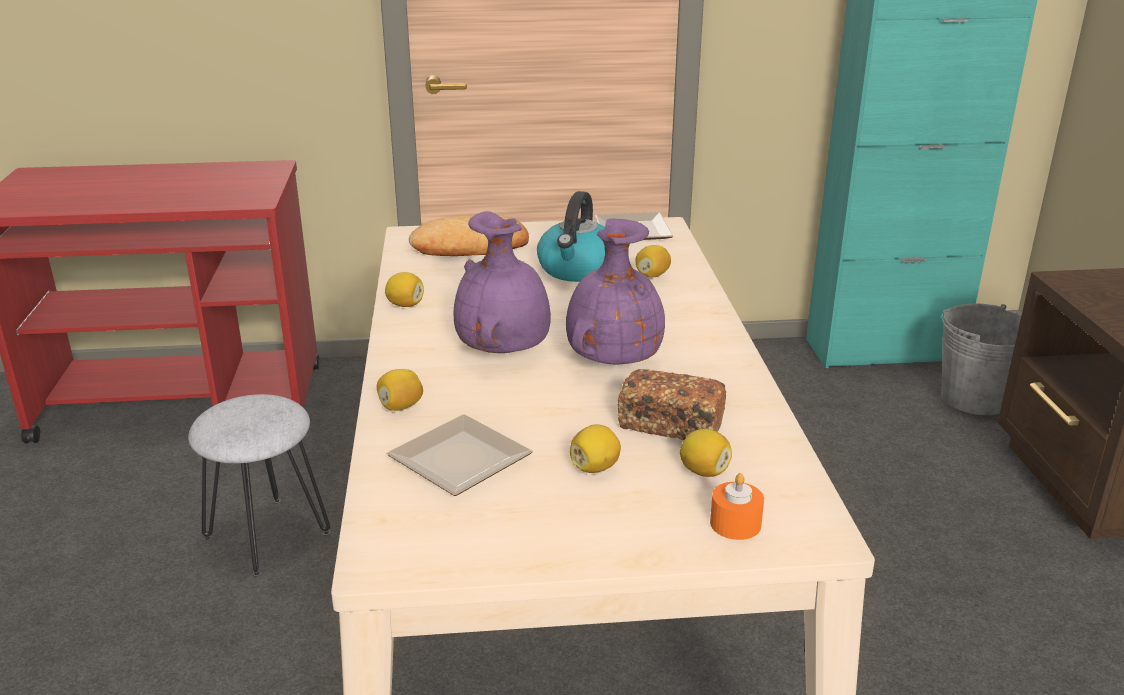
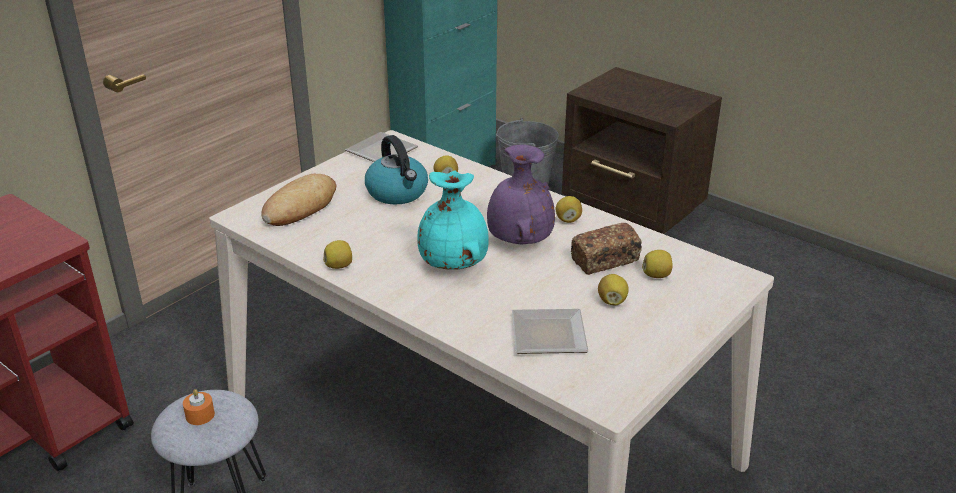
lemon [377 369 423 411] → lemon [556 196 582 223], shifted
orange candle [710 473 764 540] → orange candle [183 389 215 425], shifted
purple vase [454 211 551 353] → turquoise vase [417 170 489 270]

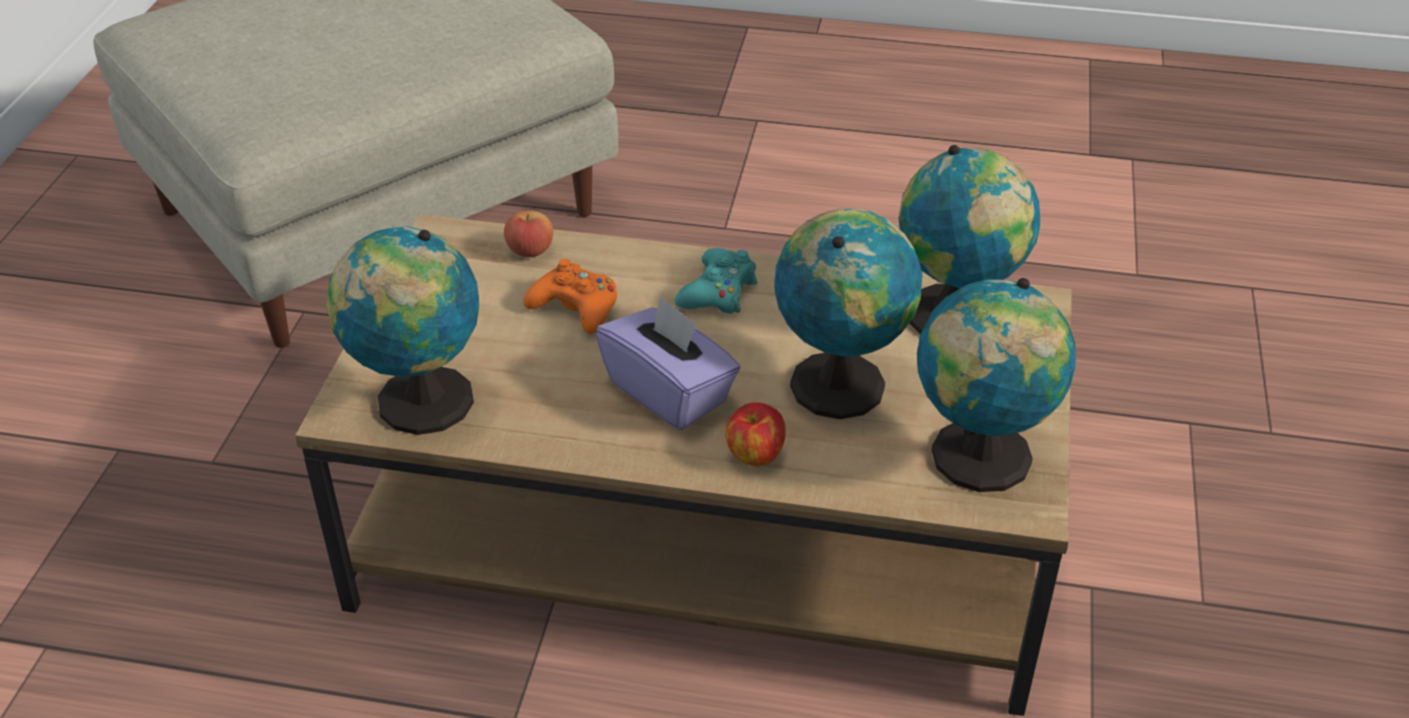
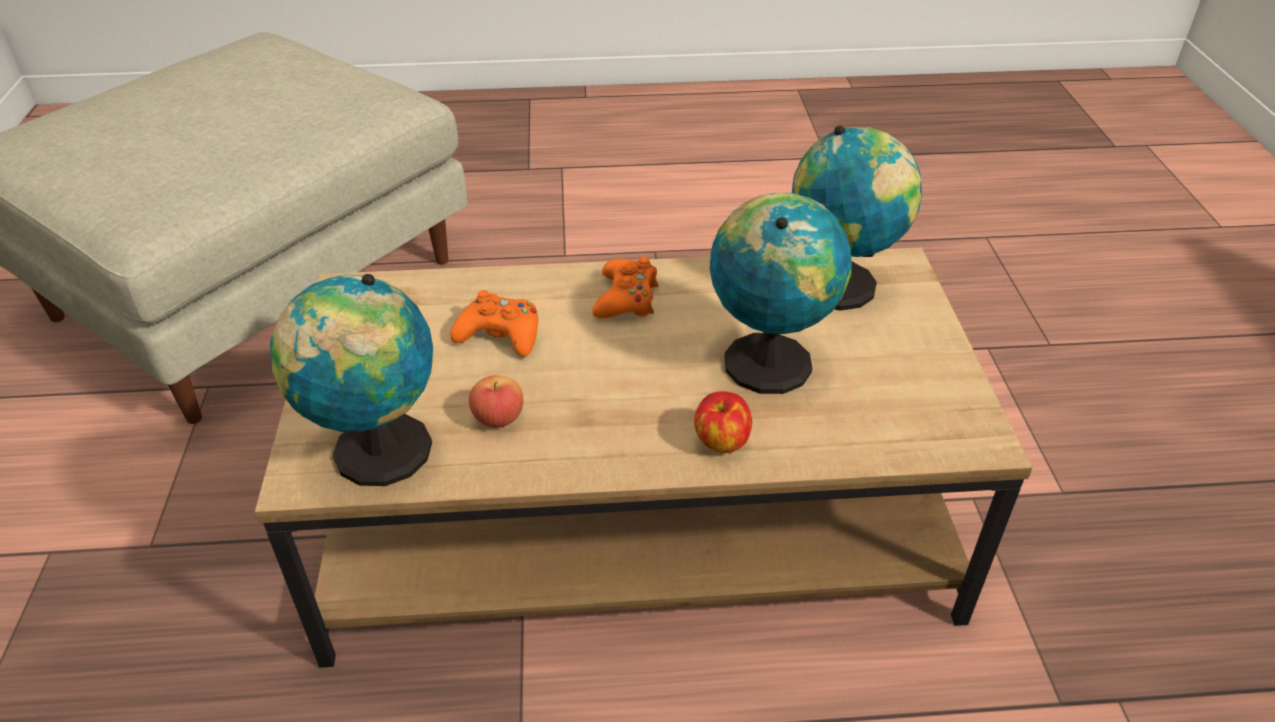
purple tissue box [595 295 741 430] → -
globe [917 278 1076 492] → -
apple [504 210 553 257] → apple [469 375 524 427], shifted
turquoise game controller [675 248 757 314] → orange game controller [592 257 659 318]

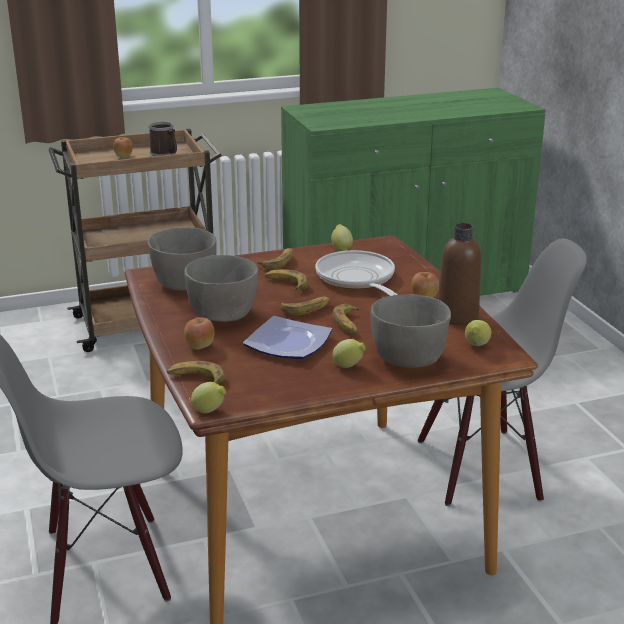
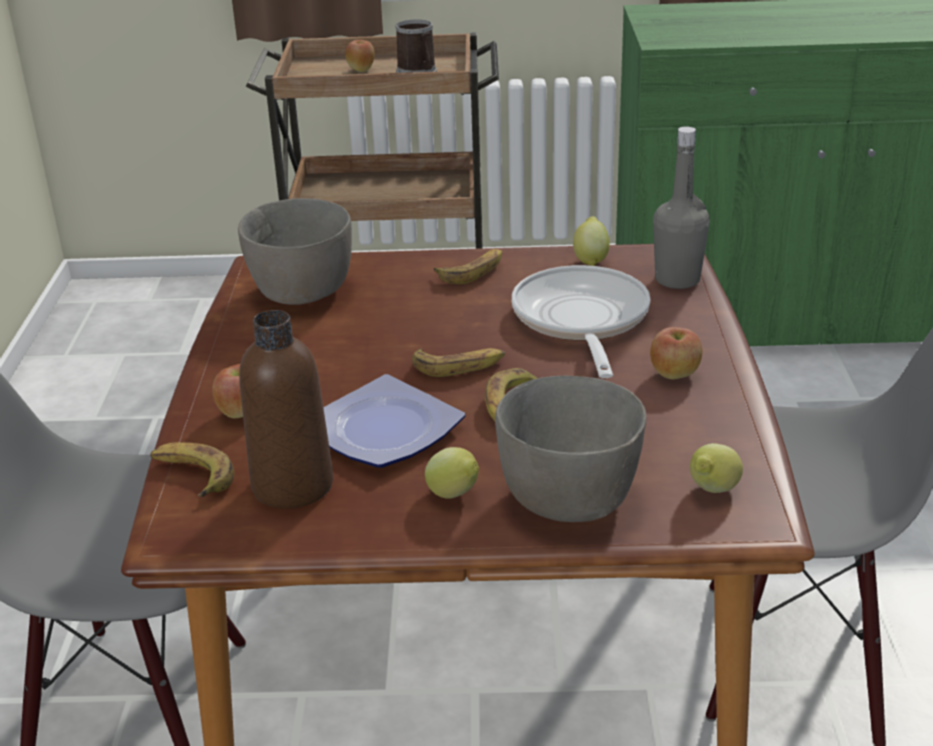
grey bowl [184 255 258 322] → -
lemon [191 382 226 413] → -
banana [265 269 309 290] → -
- → grey bottle [653 126 710 289]
brown bottle [438 223 481 325] → brown bottle [239 310 333 509], shifted

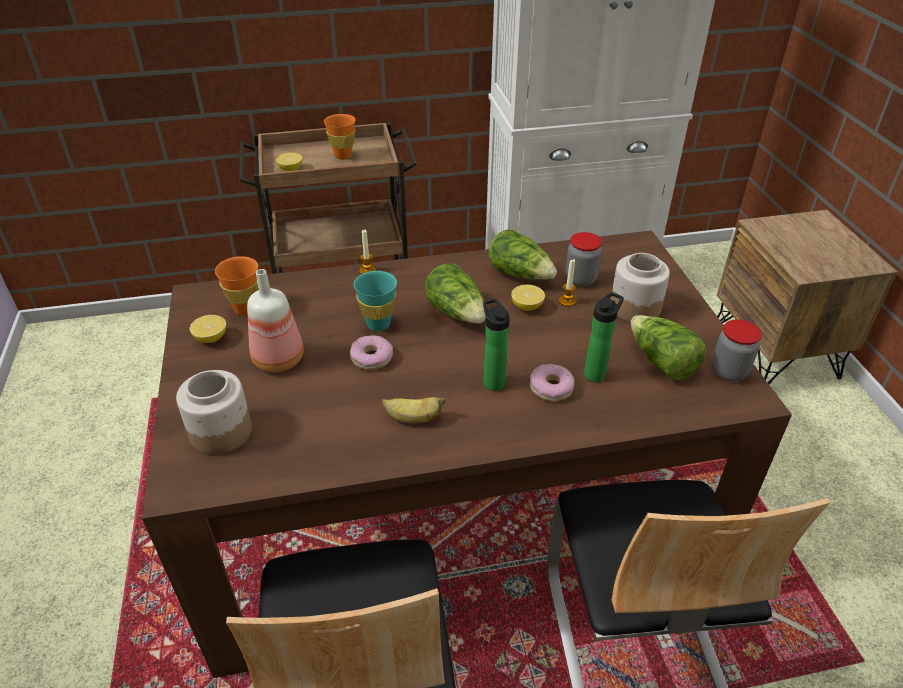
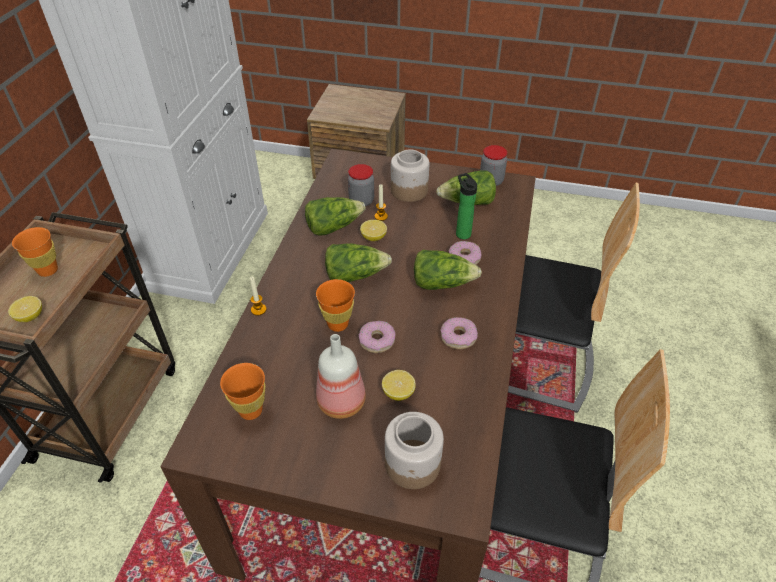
lemon [190 315 226 343] → lemon [382 370 416 401], shifted
banana [382 397 445 423] → donut [440 317 478 349]
bottle [483 299 510 391] → lettuce [414 250 482 290]
turquoise cup [354 271 397 331] → orange cup [316 279 355 332]

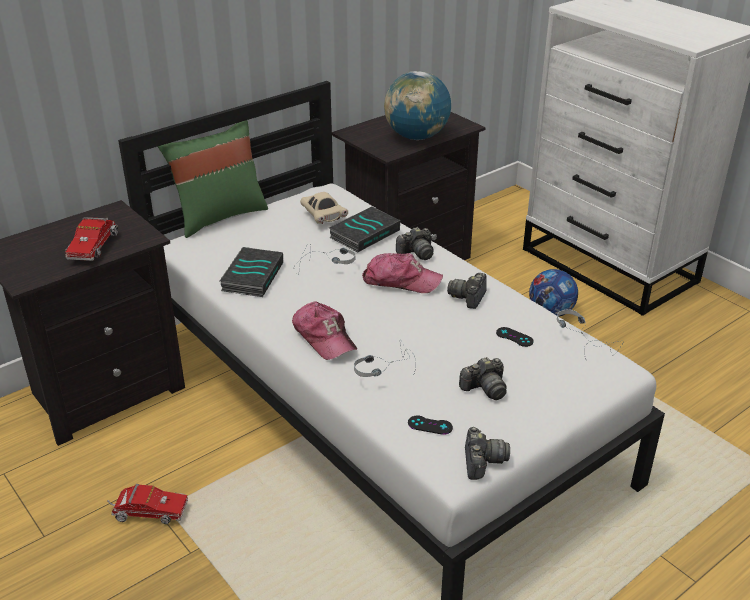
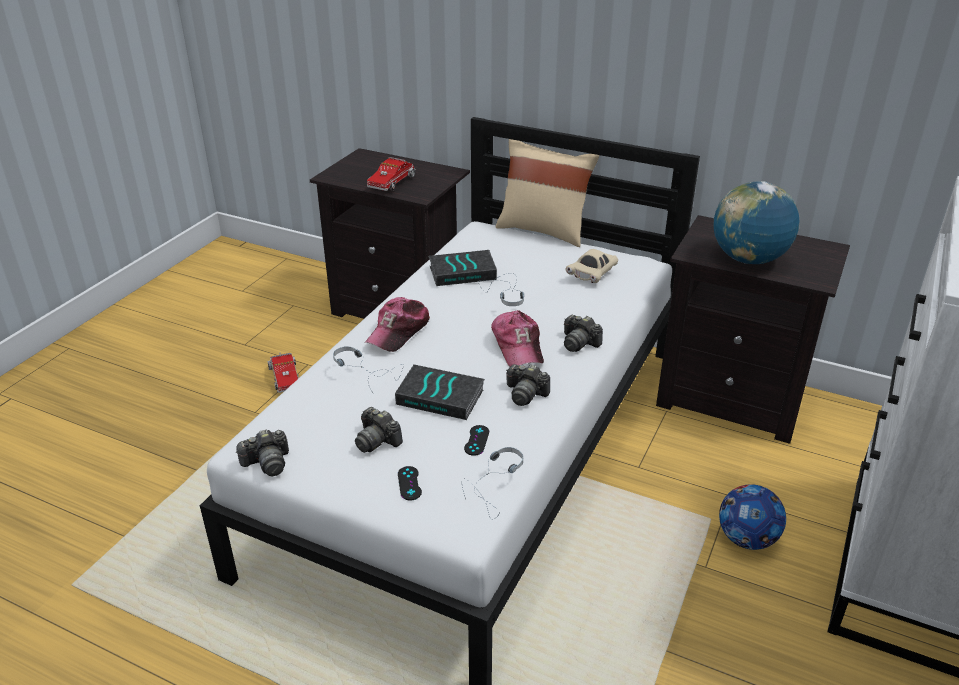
book [329 207 400 252] → book [395 364 485 420], shifted
black game controller [408 416 453 435] → black game controller [398 466 422 500], shifted
green pillow [158 120 268 238] → beige pillow [495 139 599 247]
toy truck [65 217 118 261] → toy truck [367 157 416 191], 45 degrees counterclockwise
photo camera [447 273 487 309] → photo camera [506 364 550 406], 150 degrees counterclockwise

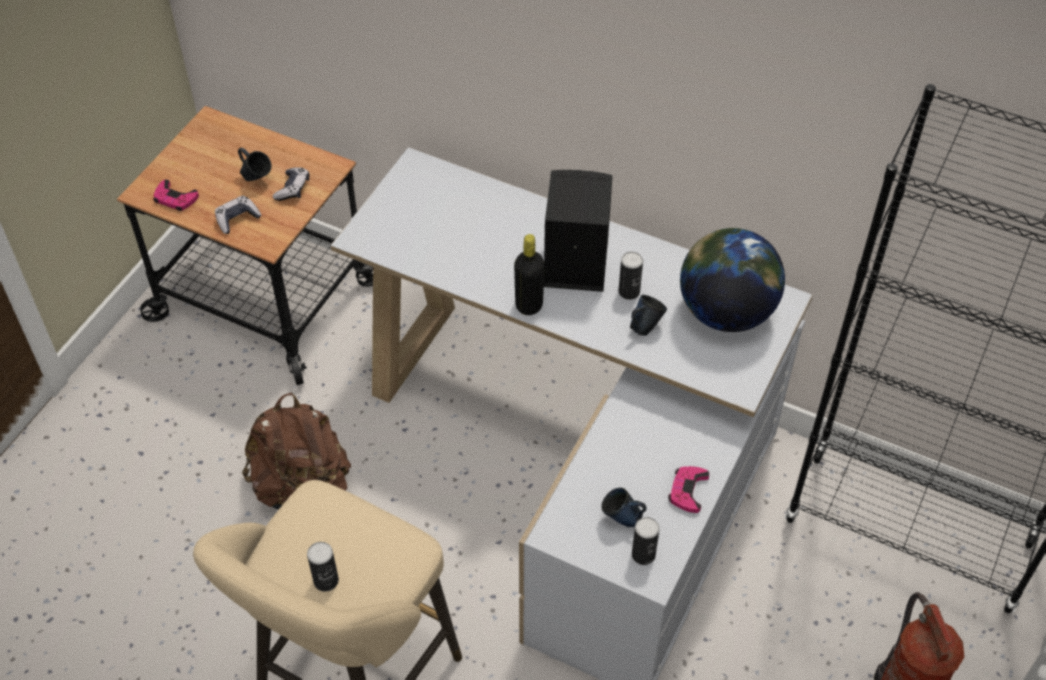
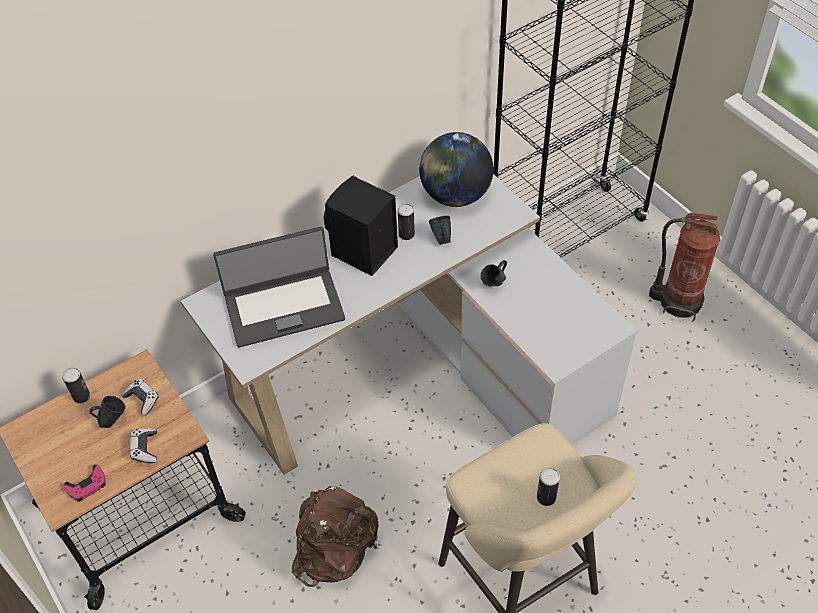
black bottle [514 234 545 315] → -
pink game controller [668 466 709 513] → -
- → laptop [213 227 345 348]
blue mug [601 488 647 527] → blue mug [481 260 507 286], shifted
can [632 517 660 565] → can [62 368 90 404], shifted

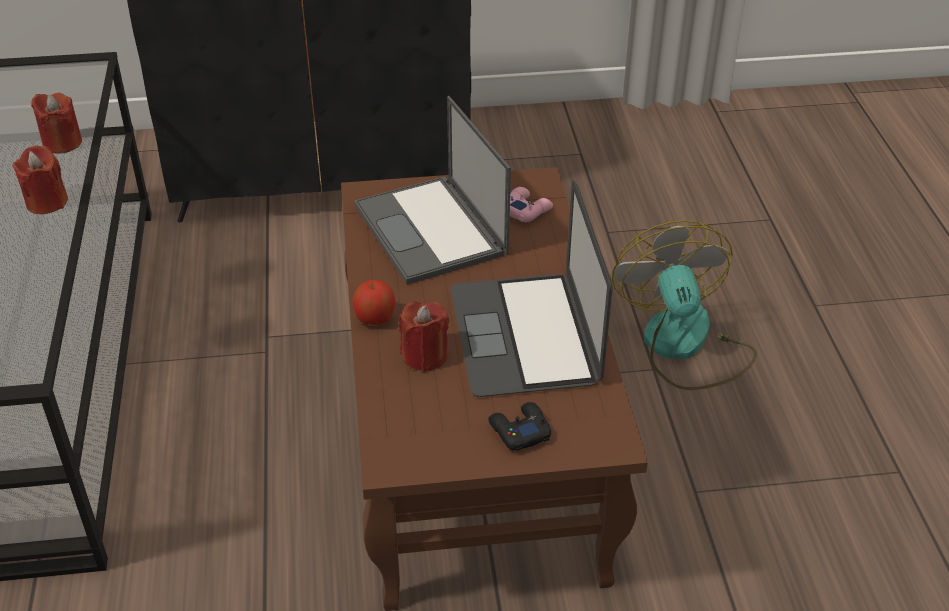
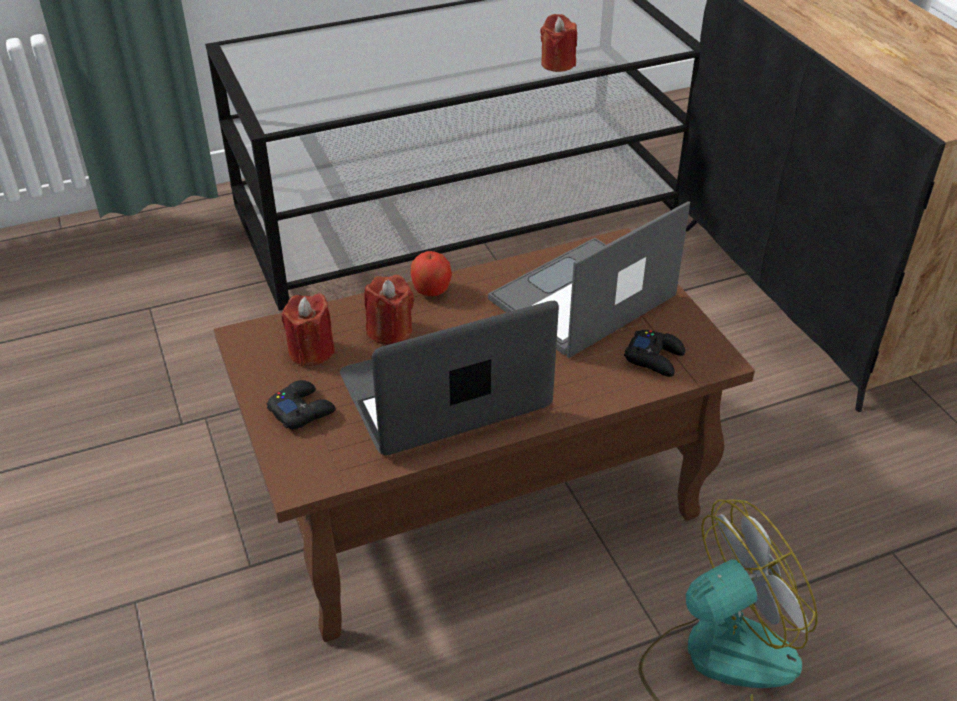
red candle [13 145 68 214] → red candle [282 293 335 367], shifted
pink game controller [510 187 553 222] → black game controller [624 330 685 377]

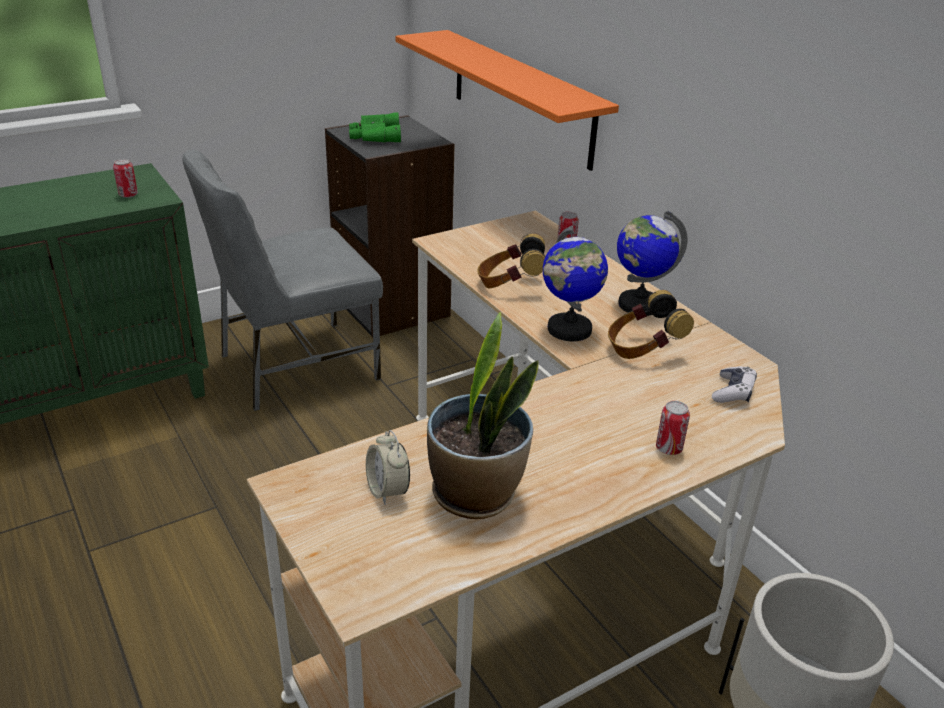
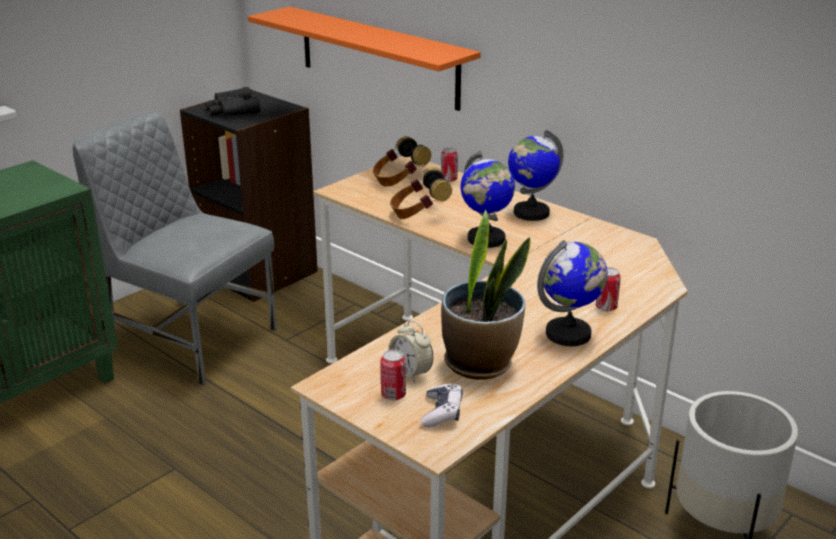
- → globe [537 240 608 346]
can [113 159 138 198] → can [380 350 406 400], shifted
headphones [608 290 694 359] → headphones [373 136 431 187], shifted
game controller [712 366 757 403] → game controller [421 383 463 427], shifted
green binoculars [349 113 401 142] → black binoculars [205 87 261 116]
grey chair [182 150 383 411] → grey chair [73 111 277 386], 75 degrees clockwise

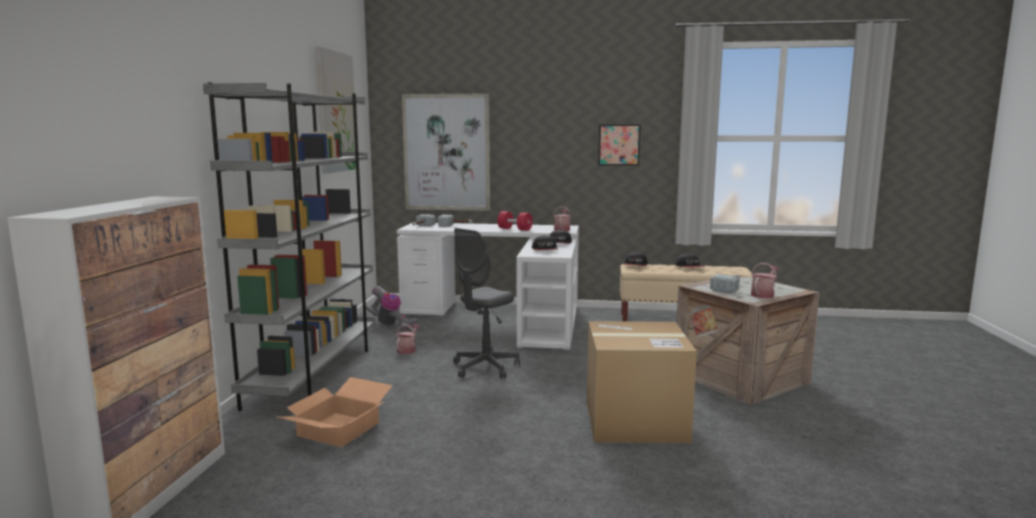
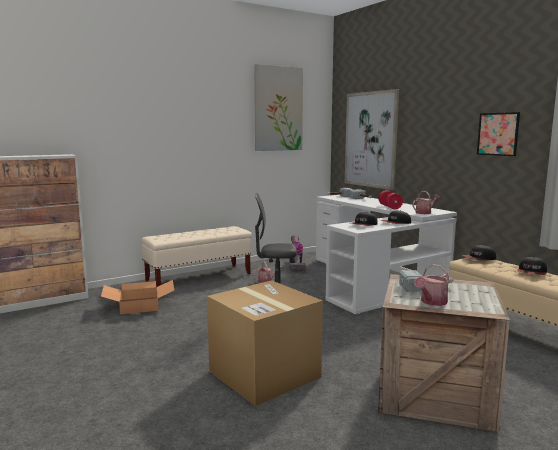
grey bookcase [203 82 375 411] → beige bench [141 226 252 287]
watering can [751 263 779 298] → watering can [414 264 450 306], 135 degrees clockwise

